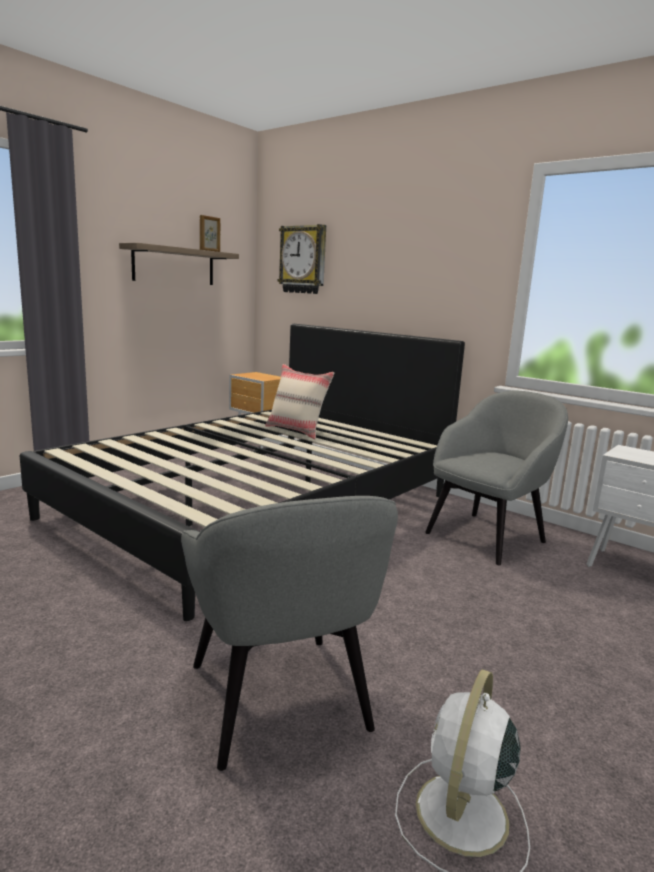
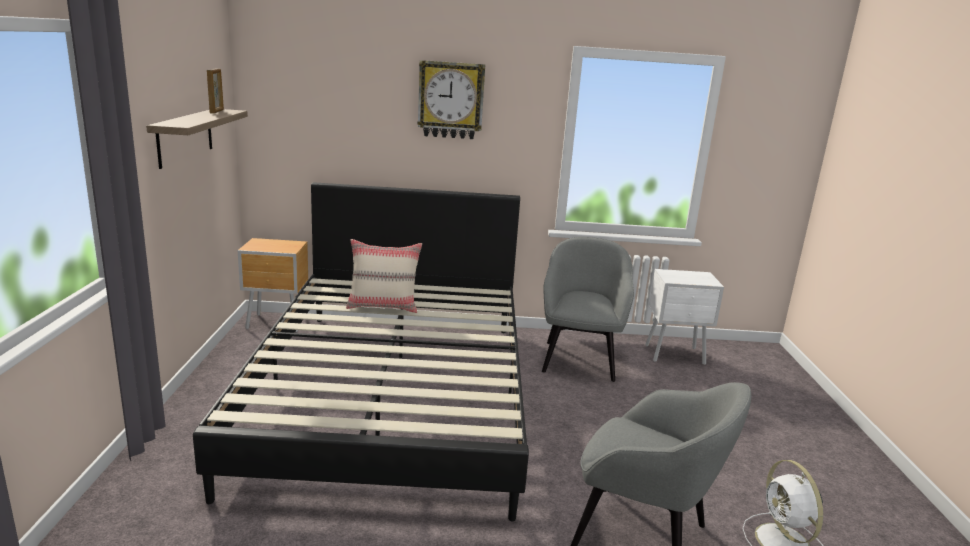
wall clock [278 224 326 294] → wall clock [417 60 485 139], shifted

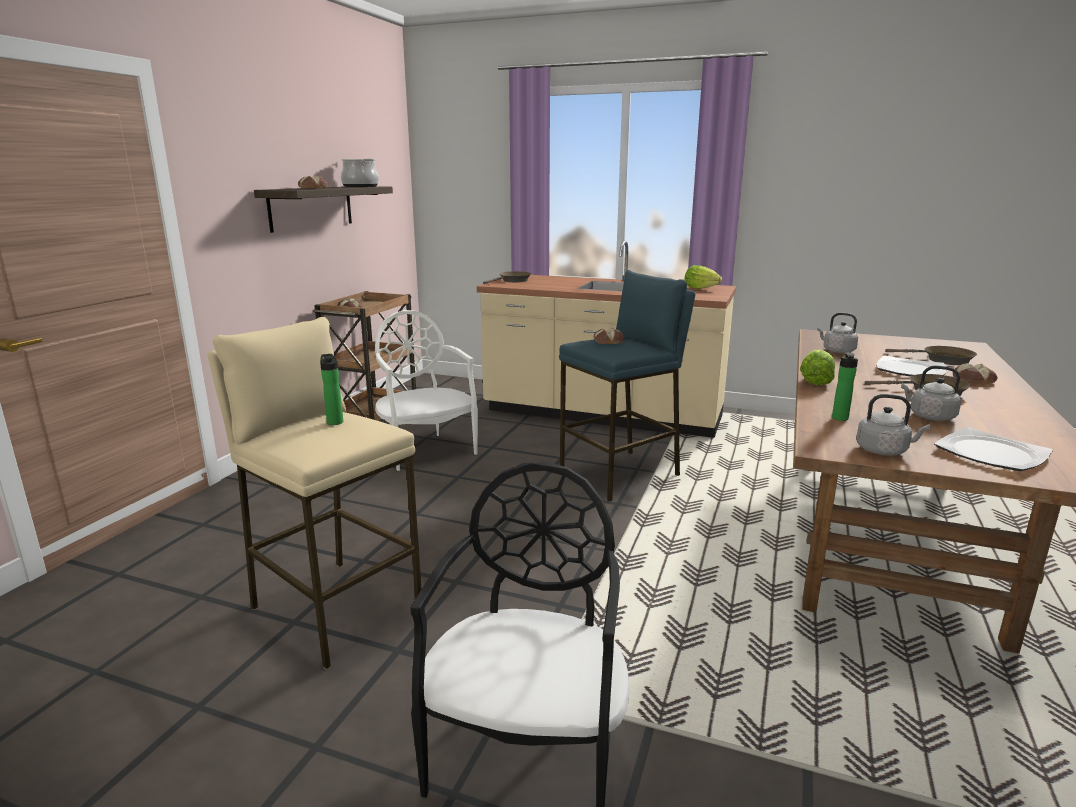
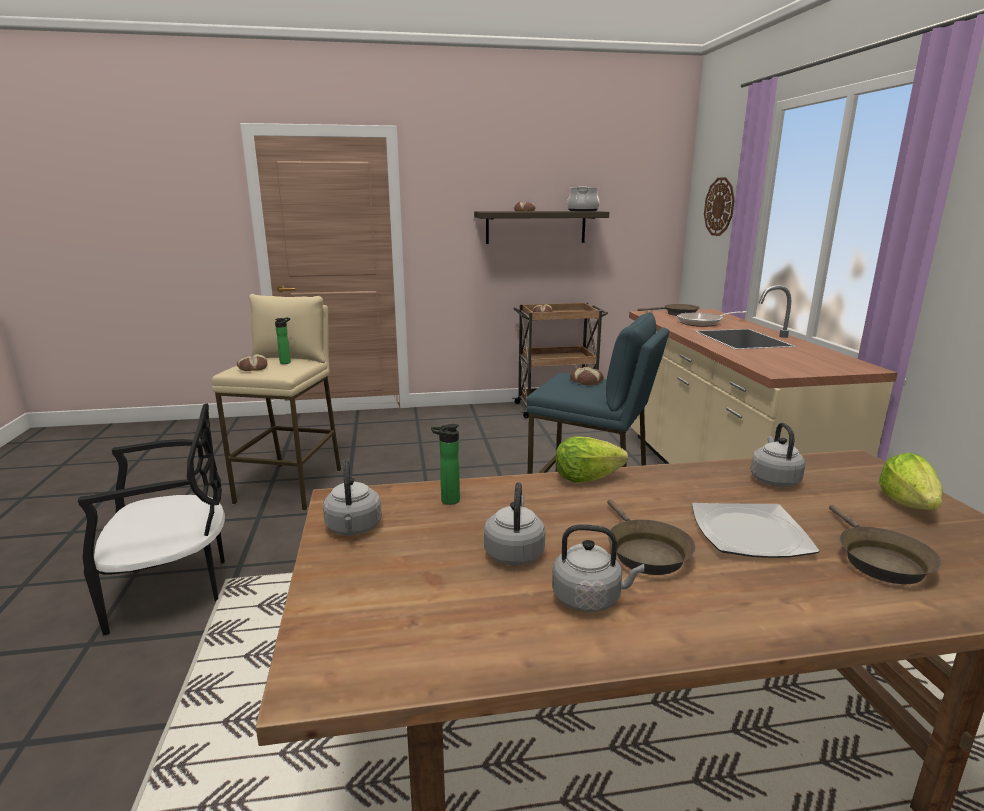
white chair [375 310 478 471] → -
plate [934 427 1053 471] → -
- → grey kettle [552 524 645 612]
- → frying pan [677 311 747 327]
- → wall clock [704 177 735 236]
lettuce [684 265 722 289] → lettuce [879 453 943 510], shifted
bread [953 363 997 384] → bread [237 354 267 371], shifted

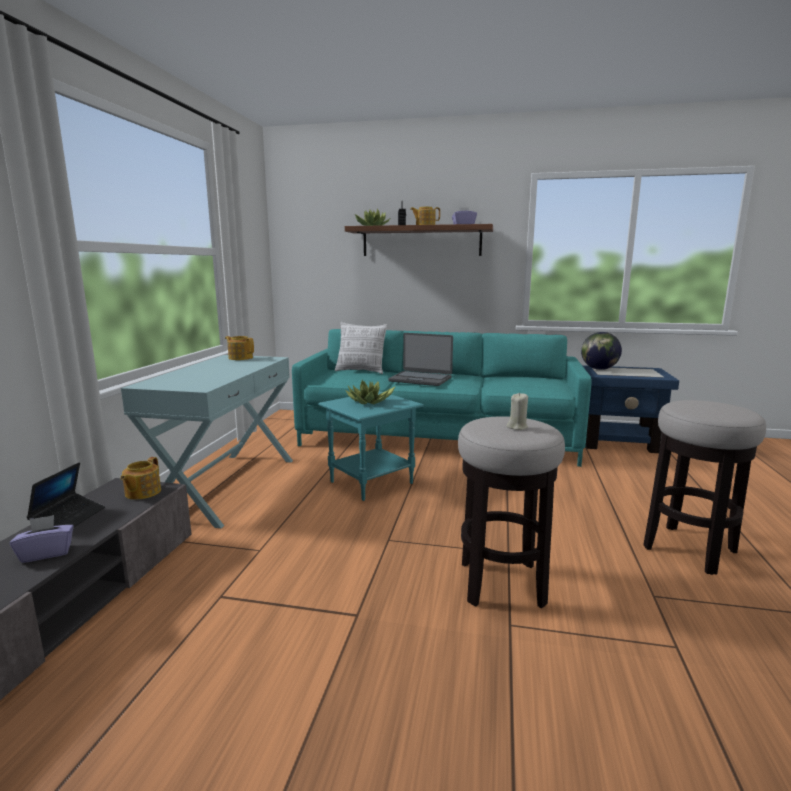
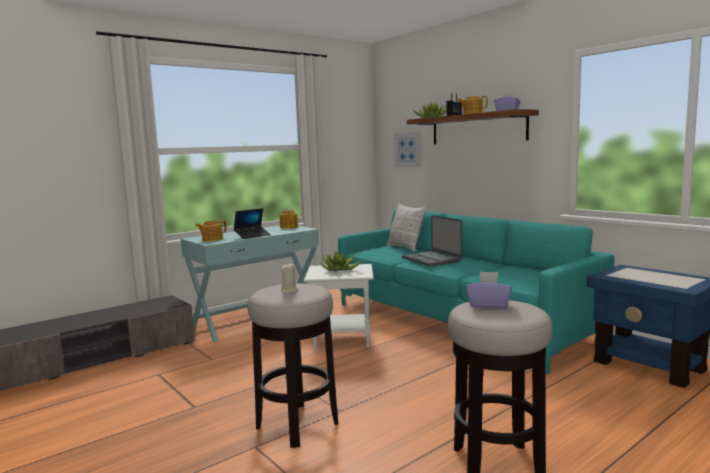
globe [581 332 622 370] → -
- → picture [394 132 421 167]
purple tissue box [10 515 74 563] → purple tissue box [466 271 512 309], shifted
laptop [26 462 105 527] → laptop [234 208 271 239], shifted
teapot [121 457 161 500] → teapot [196 220 226 241], shifted
turquoise side table [318 391 424 501] → white side table [304 264 374 350]

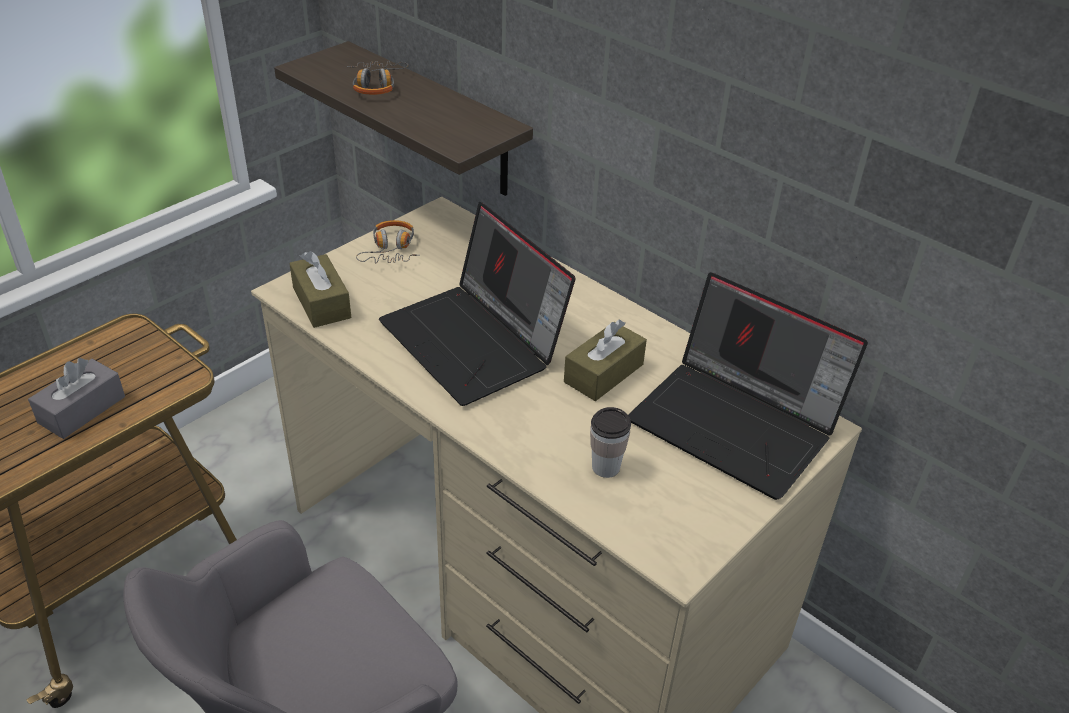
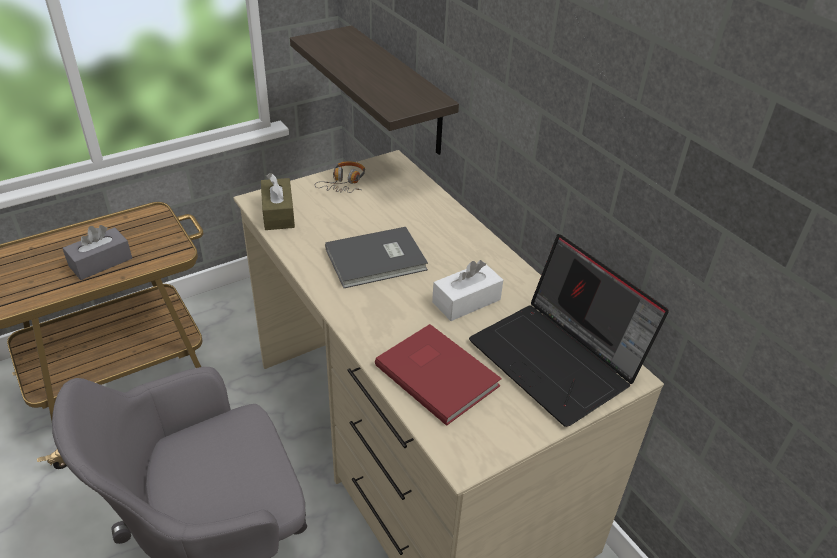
headphones [347 61 408 95] → -
laptop [379 202 576 406] → grey book [325 227 428 288]
cup [590 407 631 478] → red book [375 324 502 426]
brown tissue box [564 320 647 401] → white tissue box [432 260 503 321]

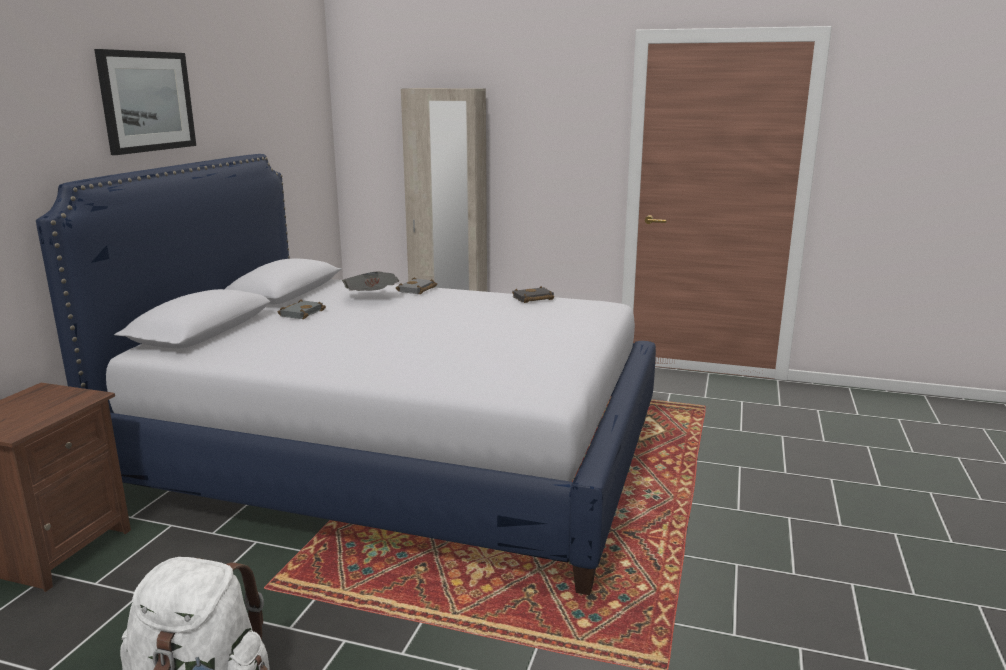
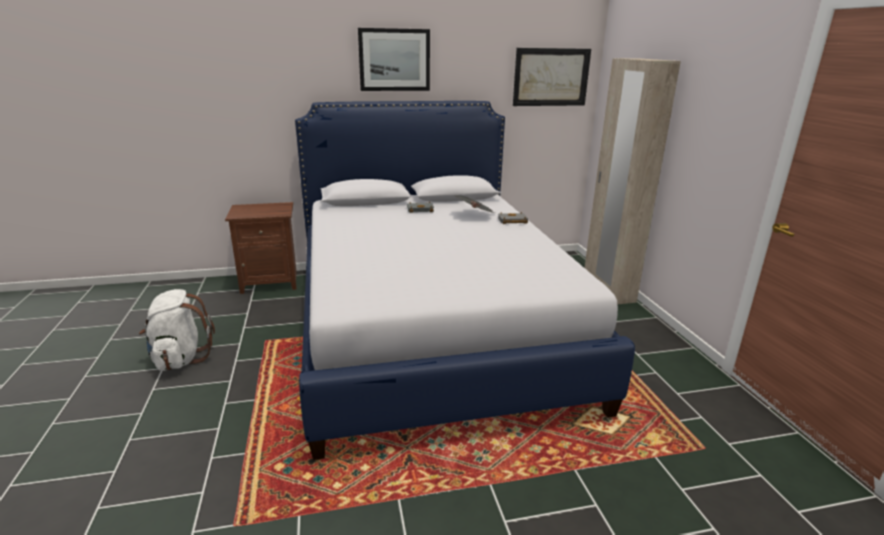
black book [512 286 554 303] → -
- → picture [513 48 591 106]

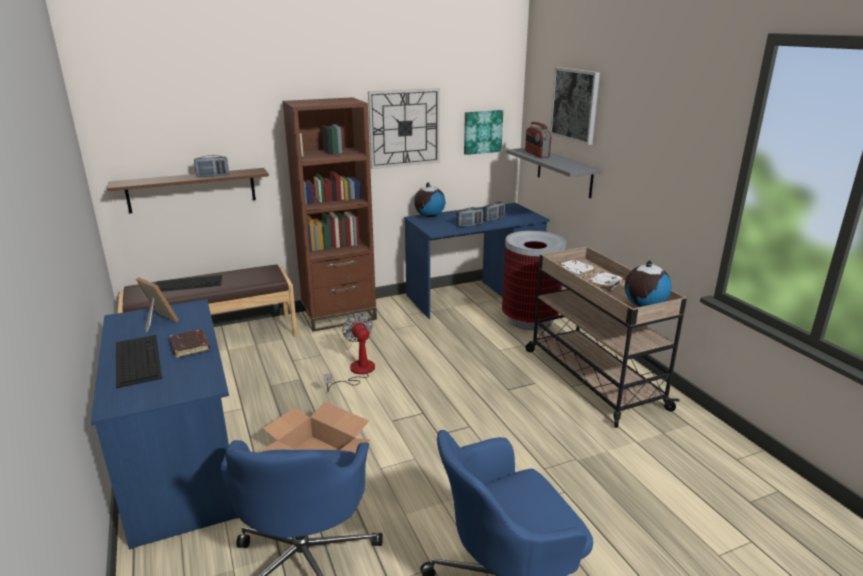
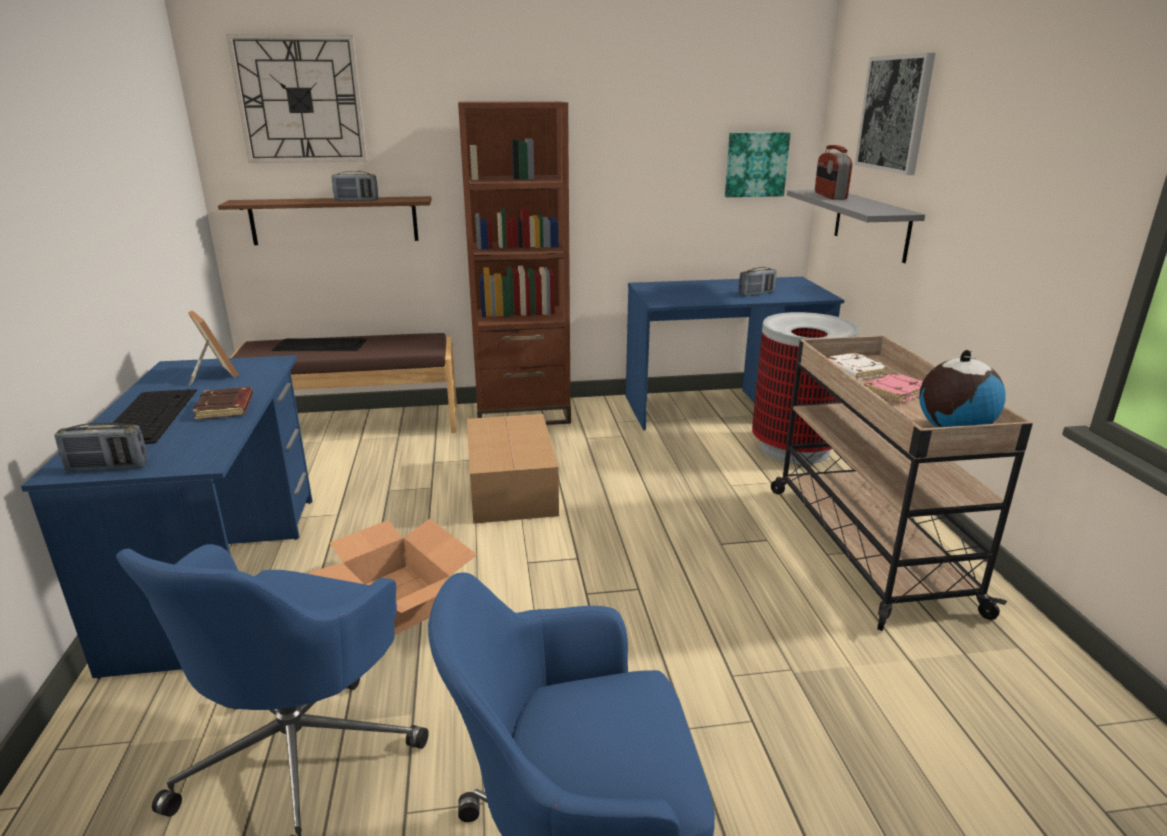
globe [414 182 445 218] → -
wall clock [368 88 440 169] → wall clock [226 34 367 163], shifted
radio [456 207 483 227] → radio [54 422 148 472], shifted
fan [324 313 375 392] → cardboard box [467 414 559 524]
white book [587 272 624 291] → pink book [864 373 923 403]

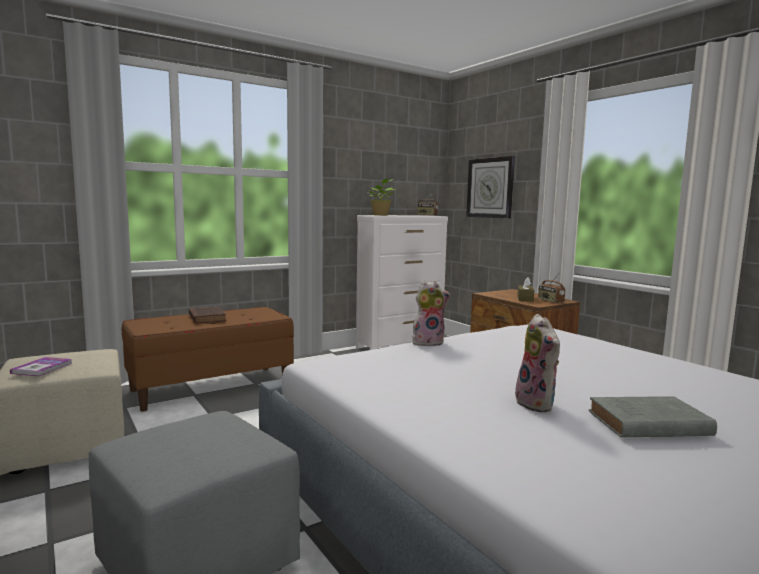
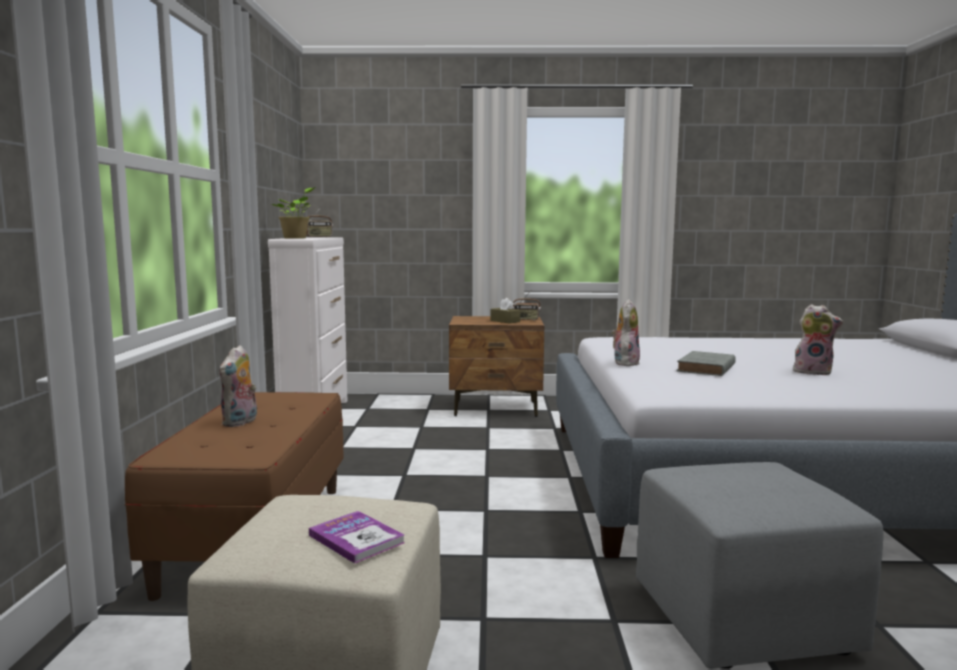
wall clock [466 156 515 219] → -
grey book [589 396 717 437] → grey book [676 351 736 376], shifted
brown book [189 306 226 324] → plush toy [219 345 257 427]

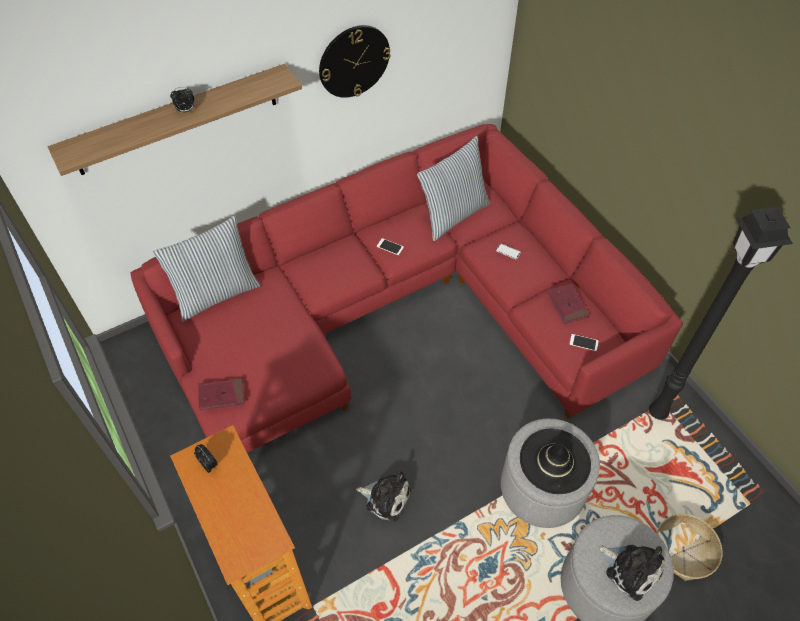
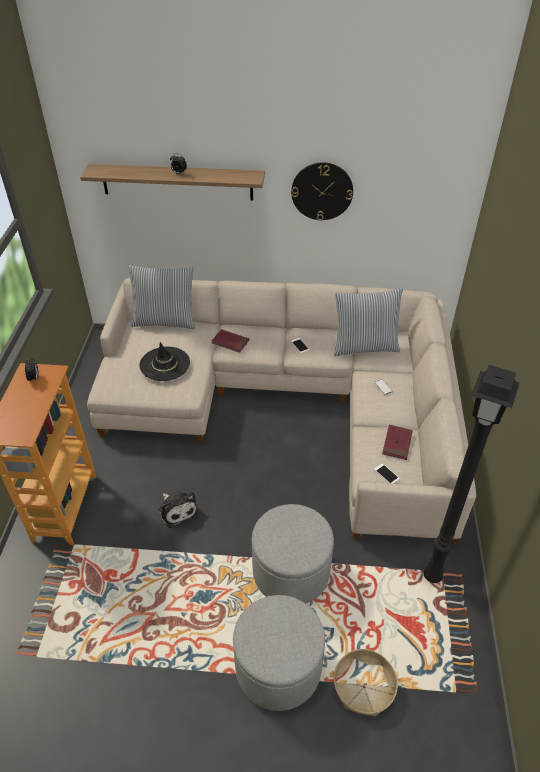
plush toy [598 545 665 601] → -
red book [198 378 245 410] → red book [212 329 249 353], shifted
black hat [520 429 591 494] → black hat [139 342 190 381], shifted
red sofa [131 124 683 453] → beige sofa [87 278 476 545]

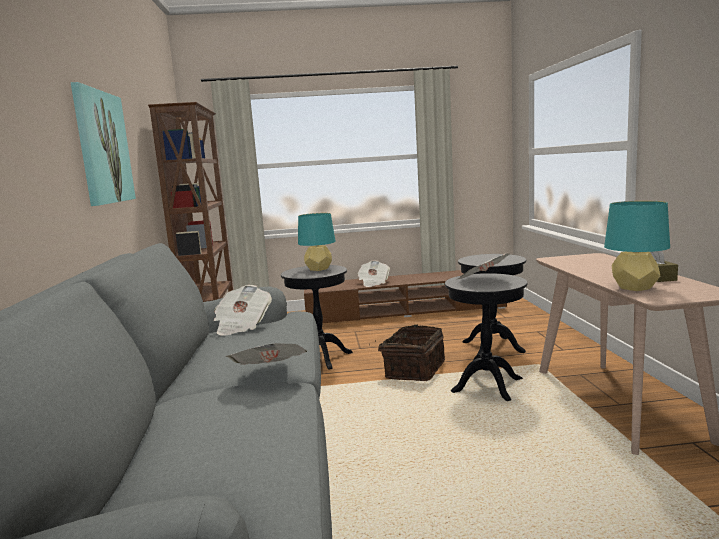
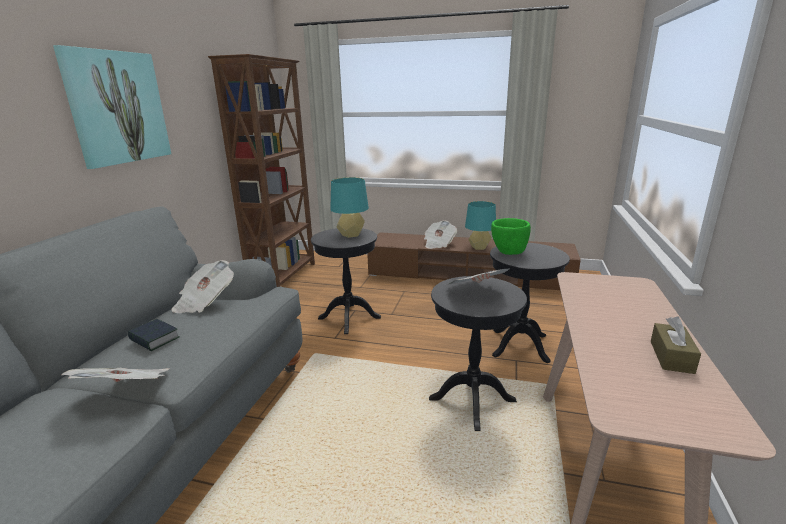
basket [369 324 445 381] → -
- → book [128 319 180 351]
- → green bowl [491 218 531 255]
turquoise table lamp [604 201 670 291] → turquoise table lamp [465 201 496 250], shifted

